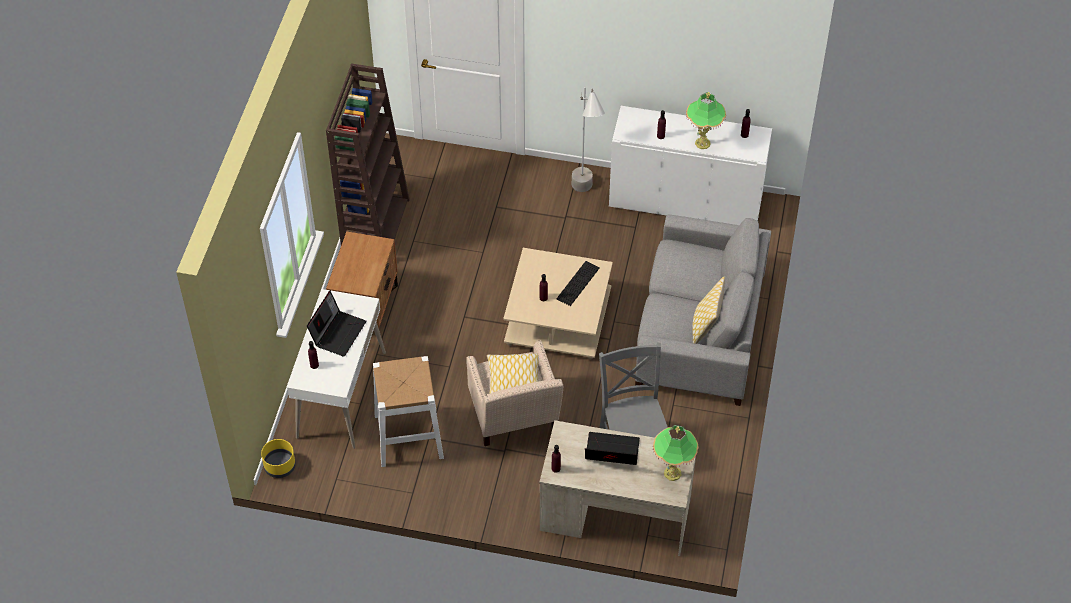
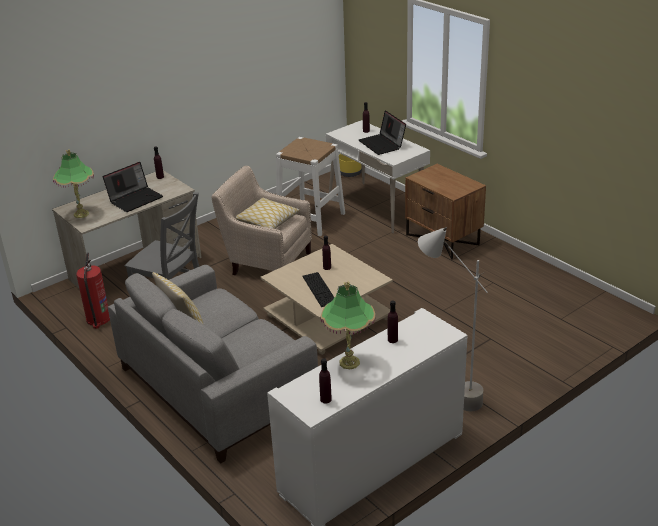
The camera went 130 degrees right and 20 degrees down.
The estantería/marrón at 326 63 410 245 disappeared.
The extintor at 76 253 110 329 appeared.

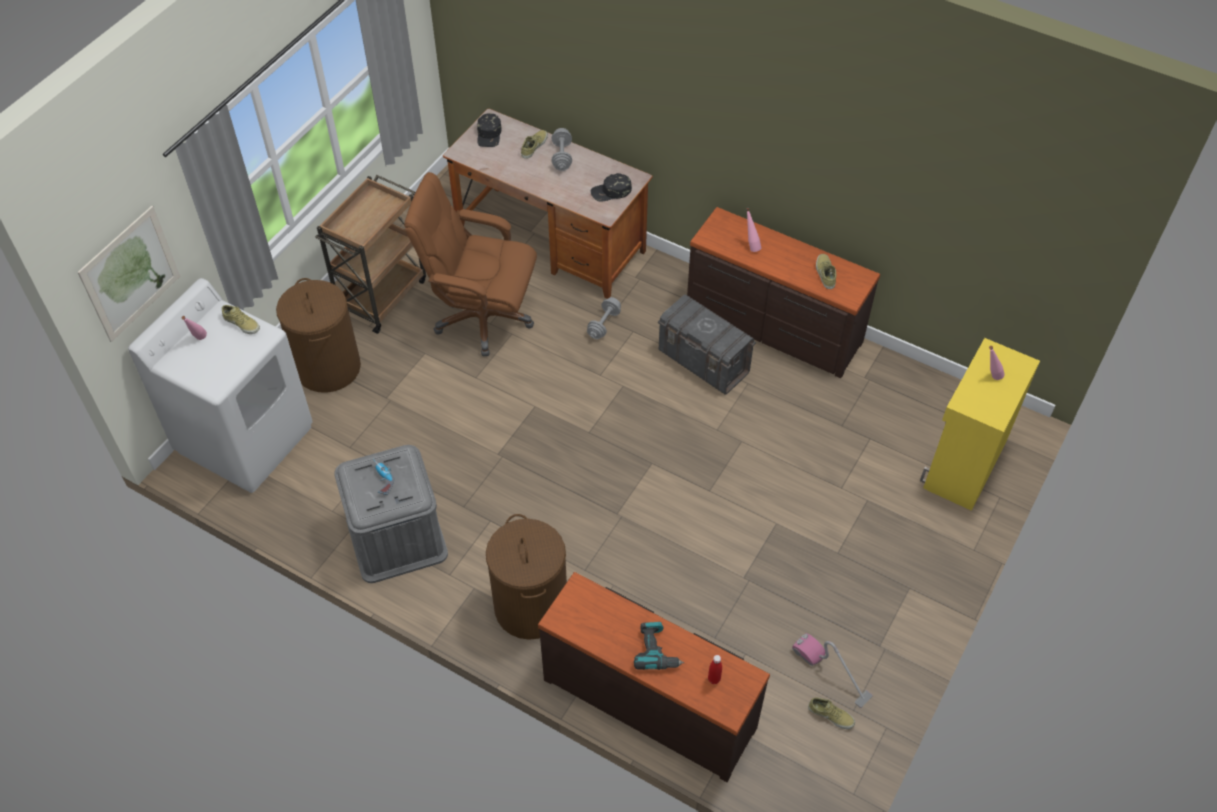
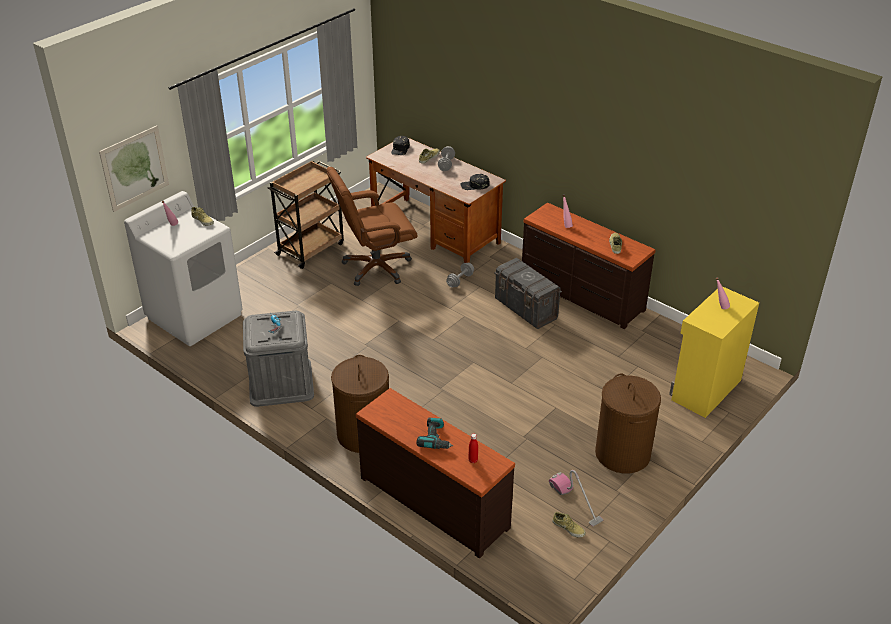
The camera went 10 degrees right and 15 degrees down.
The cesto de la ropa/marrón moved from 276 278 361 393 to 595 374 661 474.
The silla de oficina/marrón at 404 172 537 356 turned 45 degrees counterclockwise.

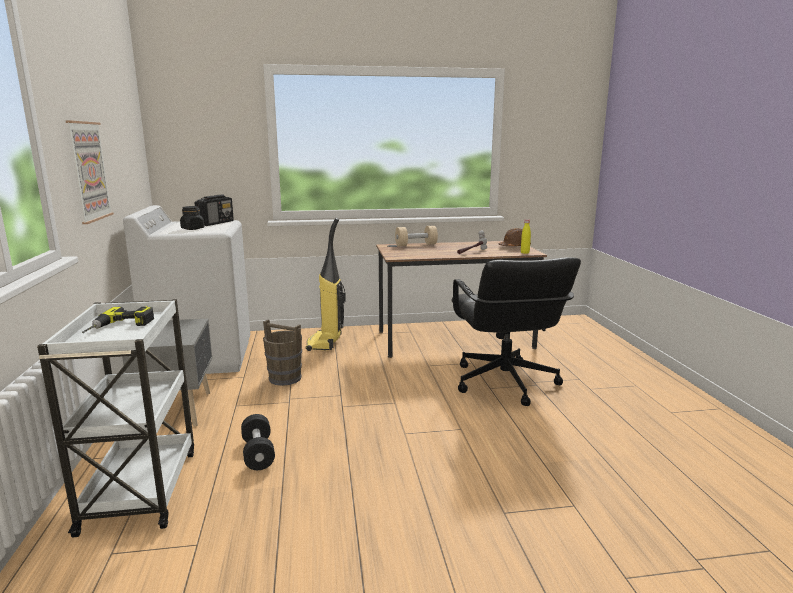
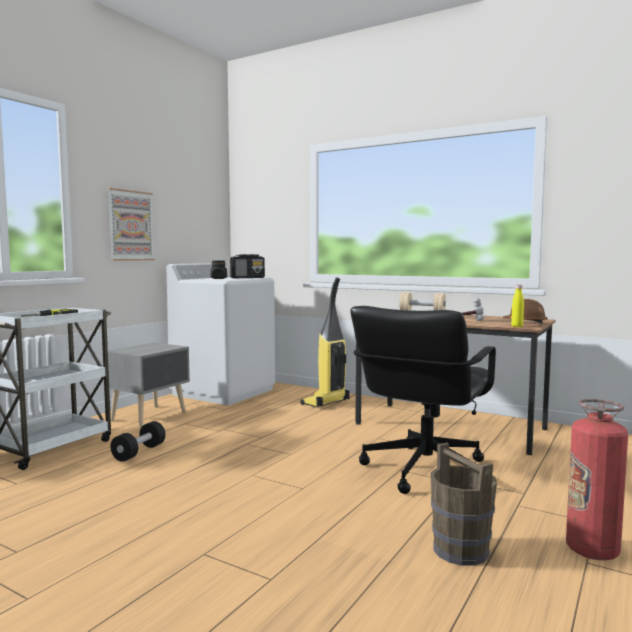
The camera went 40 degrees right and 10 degrees down.
The cubo/marrón moved from 263 320 302 386 to 431 443 497 566.
The extintor at 566 399 628 560 appeared.

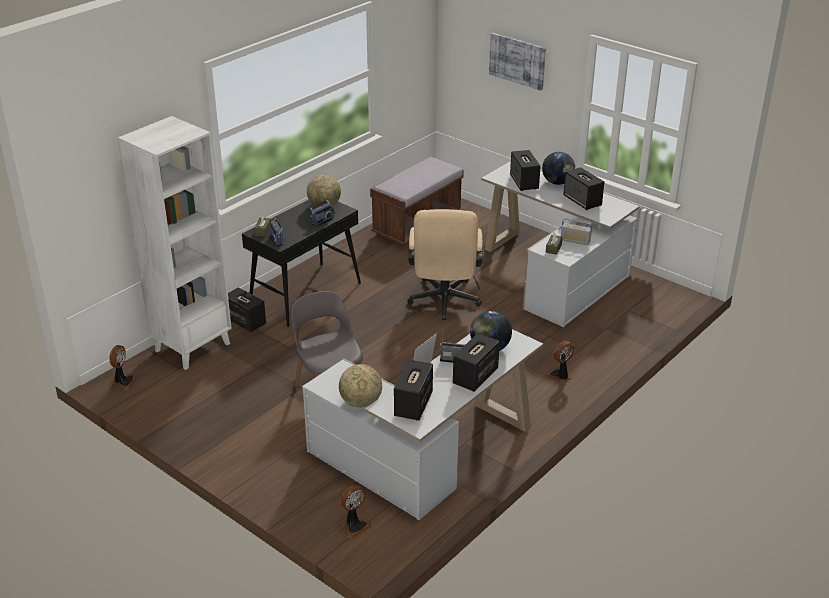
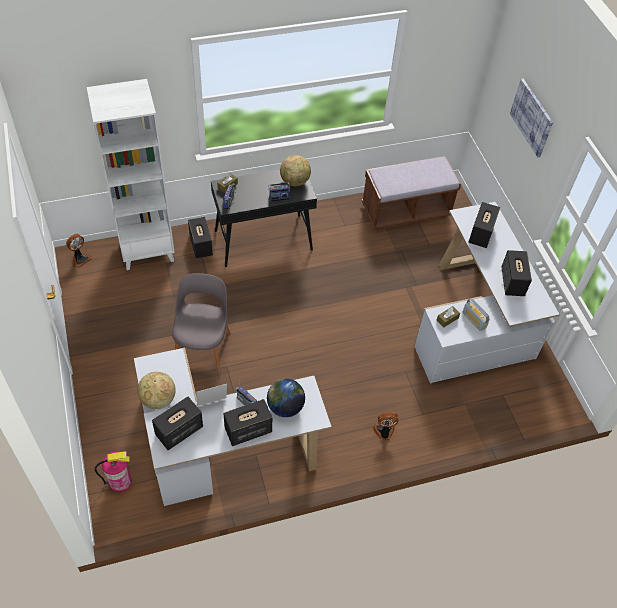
The camera went 30 degrees right and 20 degrees up.
The ventilador at 340 485 371 538 was replaced by the extintor at 95 451 132 492.
The silla de oficina/beis at 407 209 483 320 disappeared.
The globo terráqueo at 542 152 575 185 disappeared.

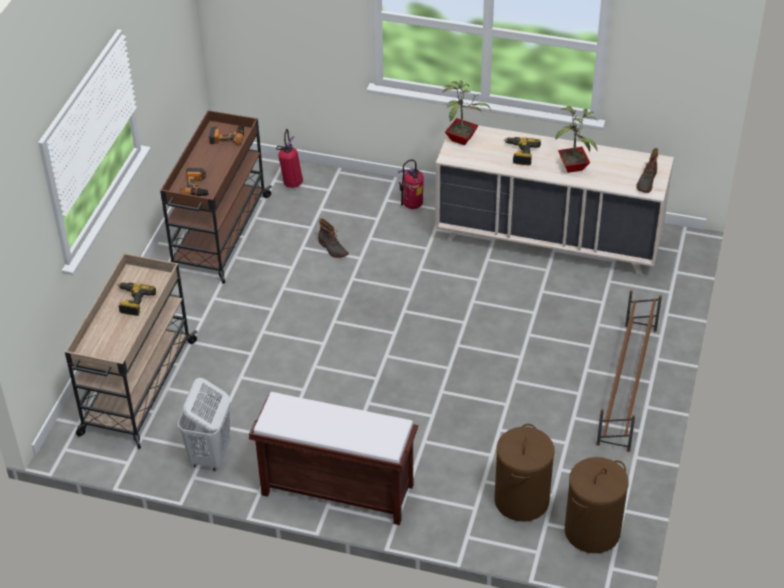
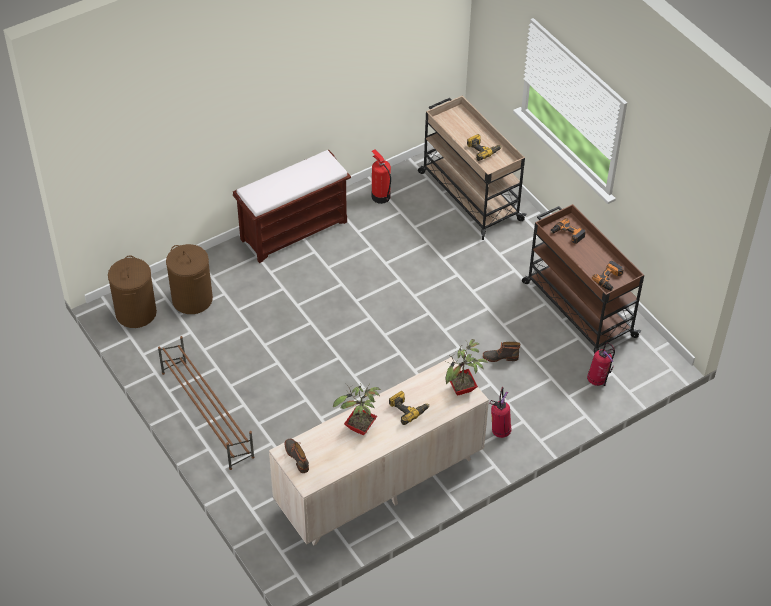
The camera went 130 degrees right and 5 degrees up.
The cesto de la ropa/blanco at 178 378 231 471 was replaced by the extintor at 372 149 391 204.

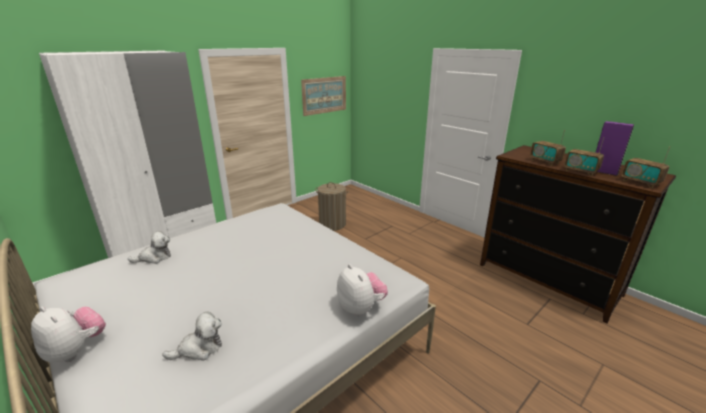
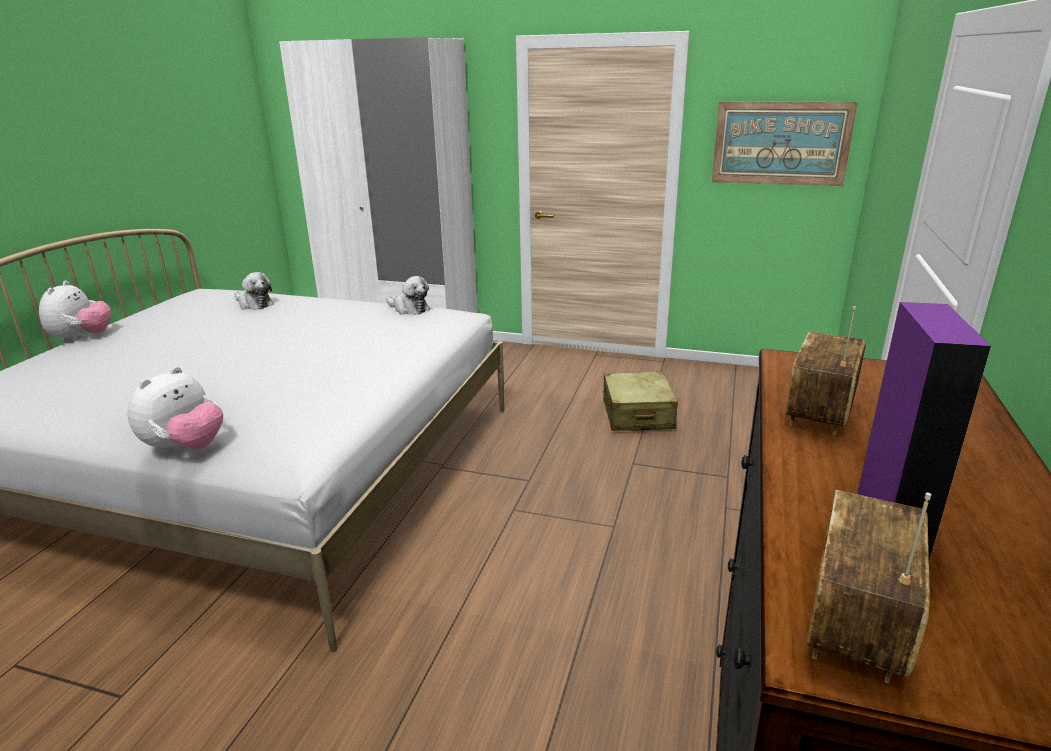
The camera went 60 degrees right and 0 degrees up.
The peluche moved from 162 312 222 361 to 386 276 430 315.
The cesto de la ropa at 315 182 349 231 was replaced by the maleta/beis at 602 371 678 431.
The radio at 564 137 604 176 disappeared.

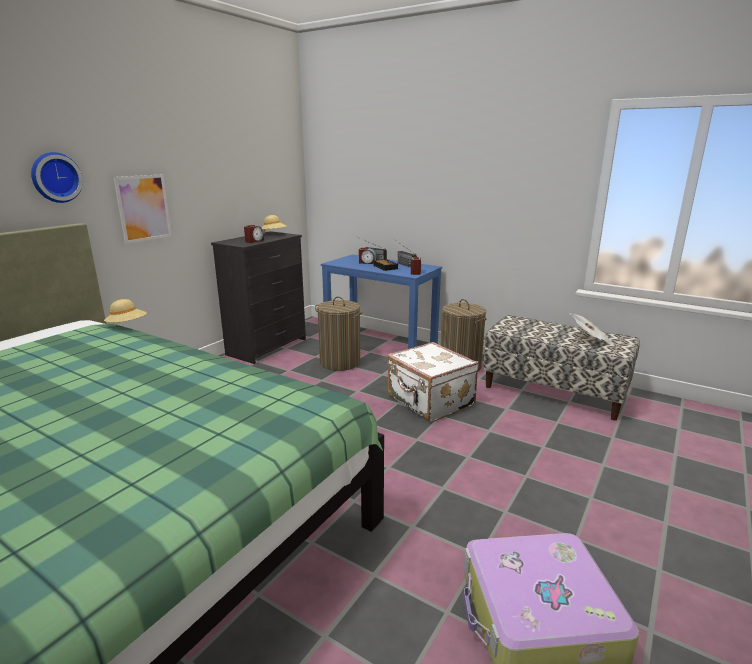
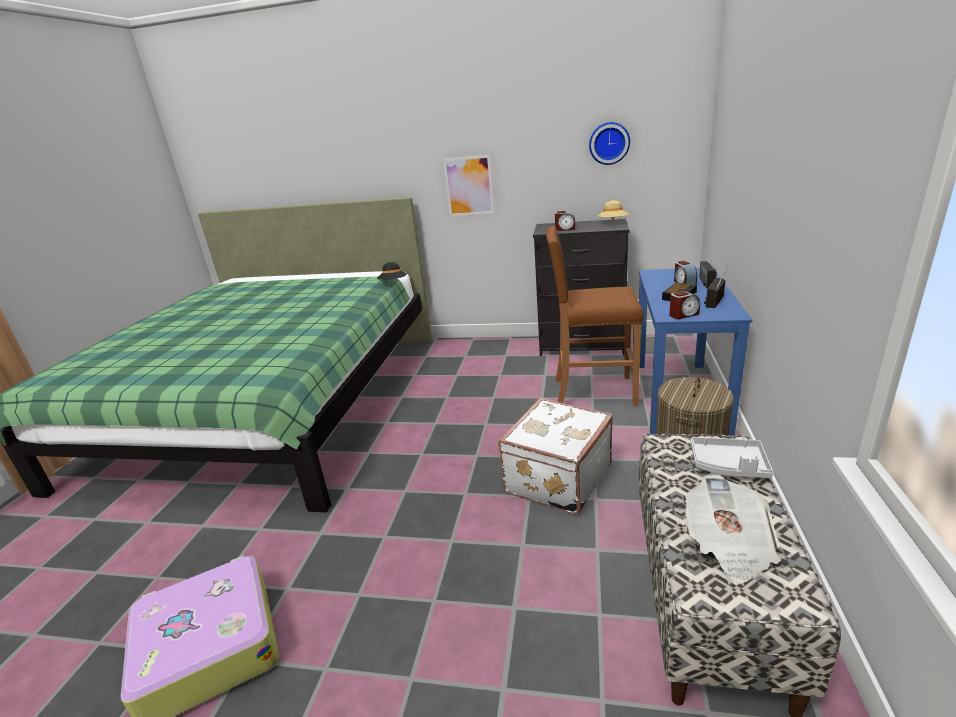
The camera went 70 degrees right and 5 degrees up.
The reloj de pared moved from 31 152 83 203 to 589 122 630 165.
The sombrero/beis at 104 299 147 323 became the sombrero/negro at 377 262 407 280.
The cesto de la ropa at 315 296 362 371 was replaced by the taburete/marrón at 546 226 644 407.
The bandeja/gris at 691 437 773 478 appeared.

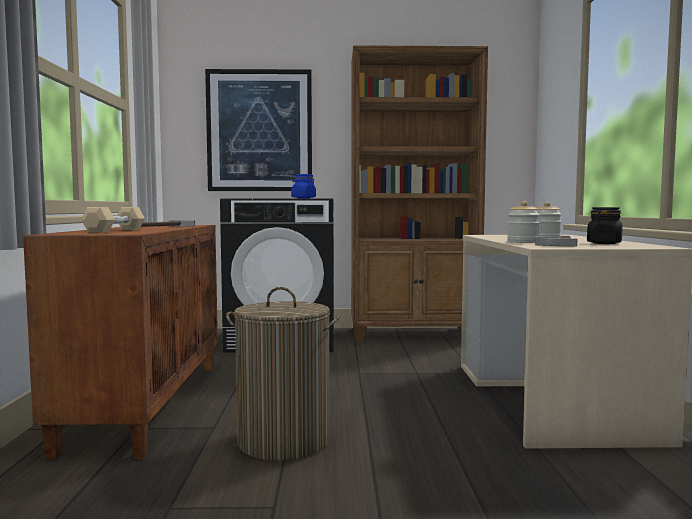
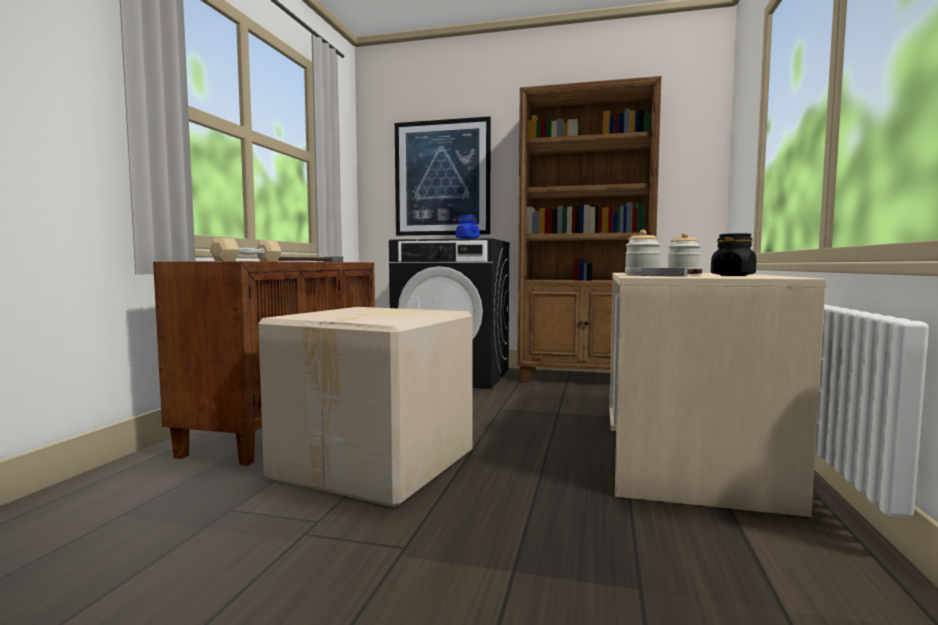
The camera went 15 degrees right and 0 degrees up.
The cesto de la ropa at 226 287 341 461 was replaced by the caja de cartón at 258 307 473 508.

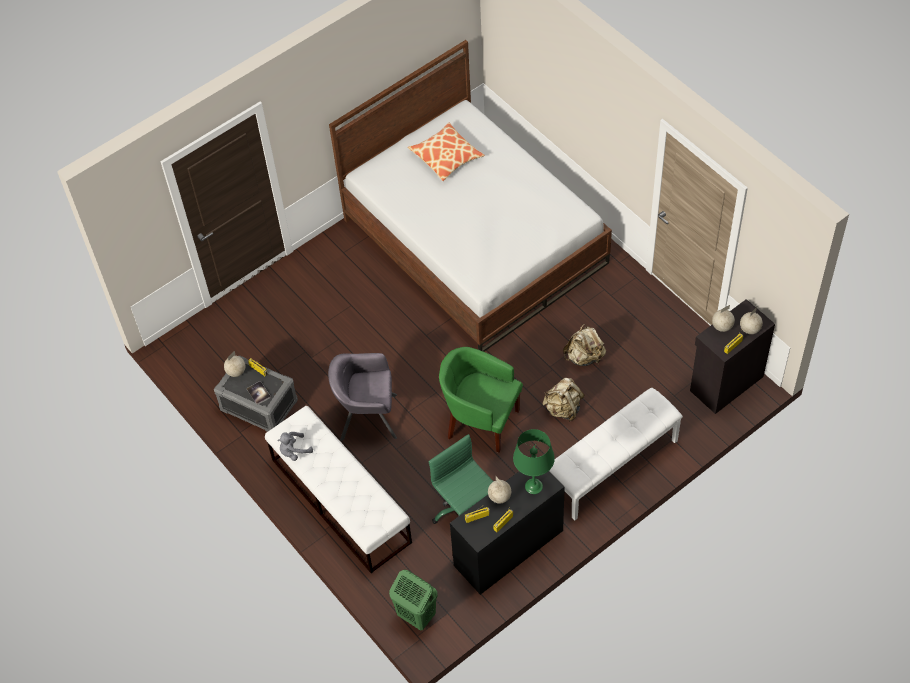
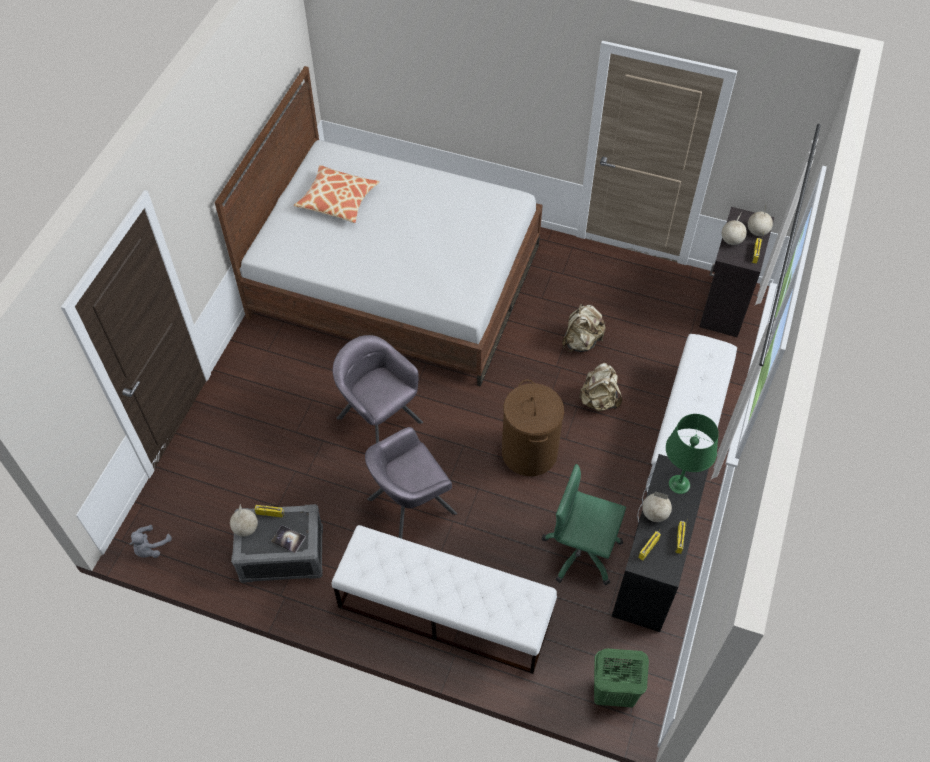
The camera went 35 degrees left and 0 degrees up.
The peluche/gris moved from 277 432 313 461 to 130 525 172 558.
The sillón/verde at 439 347 523 453 was replaced by the cesto de la ropa/marrón at 502 380 564 476.
The sillón/gris at 333 335 423 443 appeared.

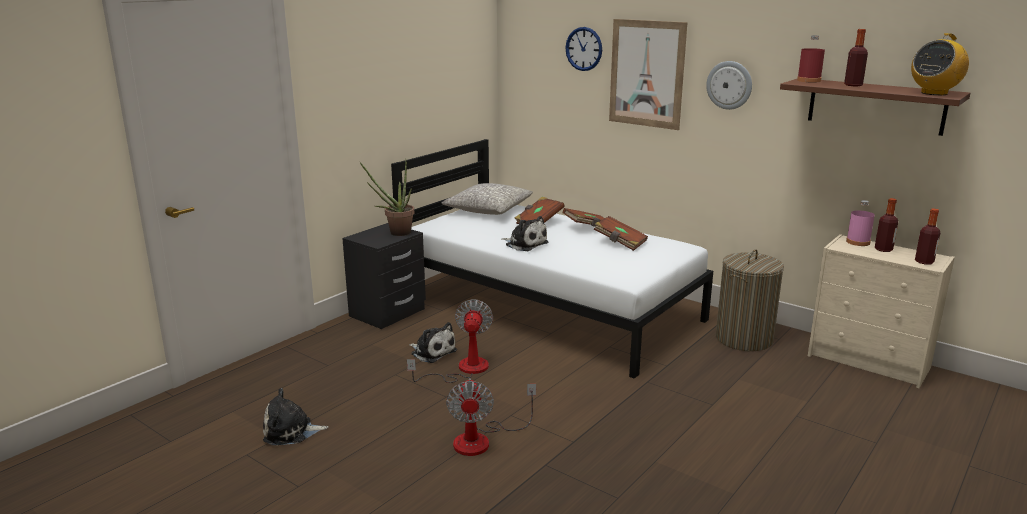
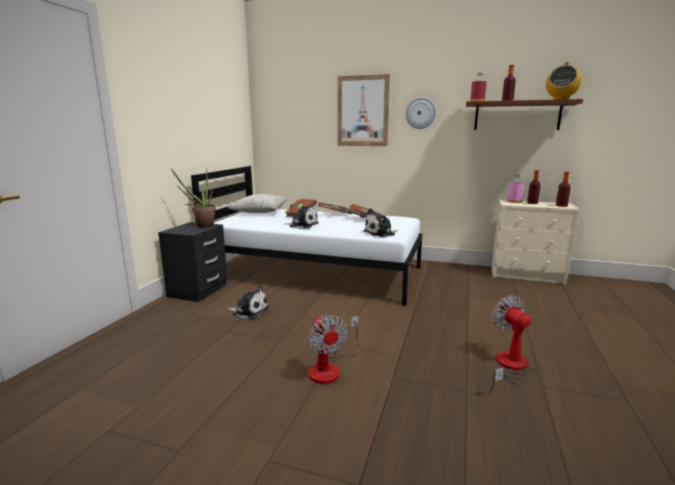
The camera went 20 degrees left and 5 degrees down.
The peluche moved from 263 388 328 445 to 363 208 398 237.
The ventilador moved from 407 299 493 383 to 487 295 531 391.
The reloj de pared at 566 27 602 71 disappeared.
The cesto de la ropa at 716 249 784 351 disappeared.

